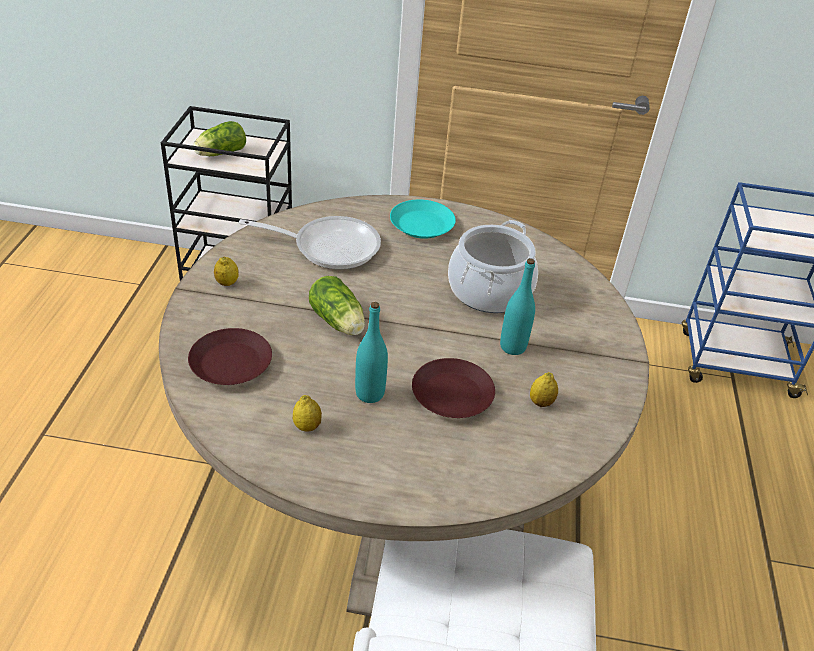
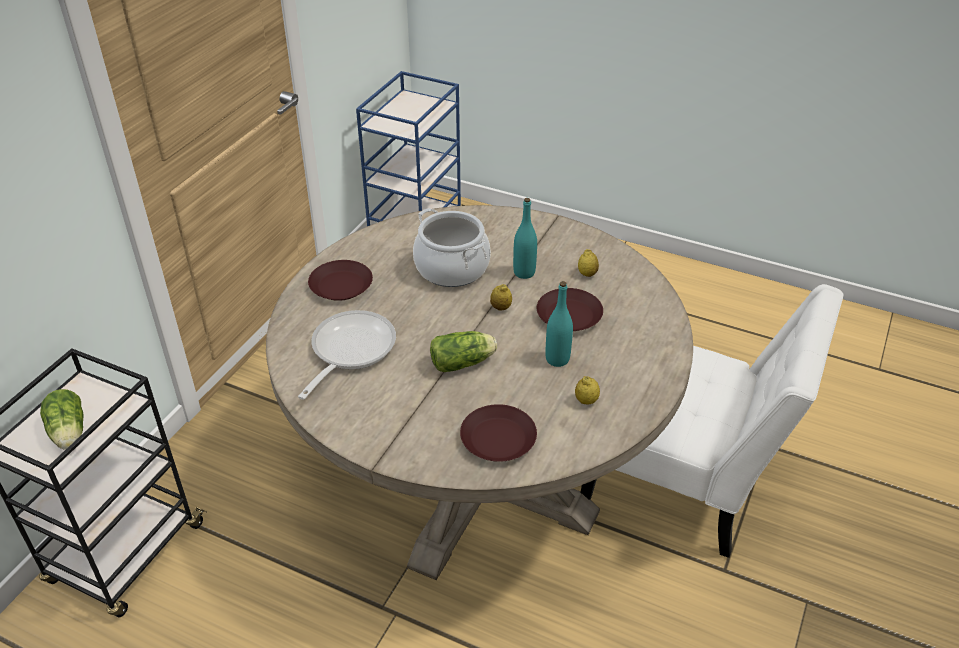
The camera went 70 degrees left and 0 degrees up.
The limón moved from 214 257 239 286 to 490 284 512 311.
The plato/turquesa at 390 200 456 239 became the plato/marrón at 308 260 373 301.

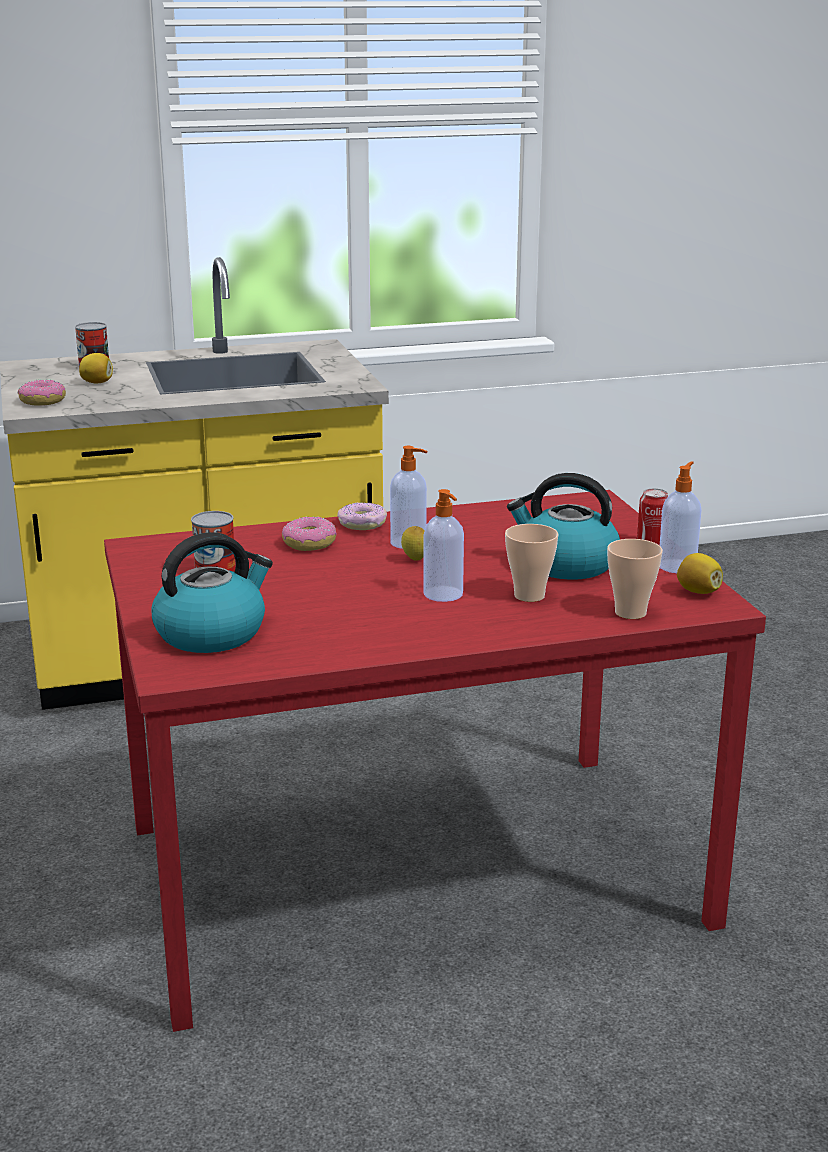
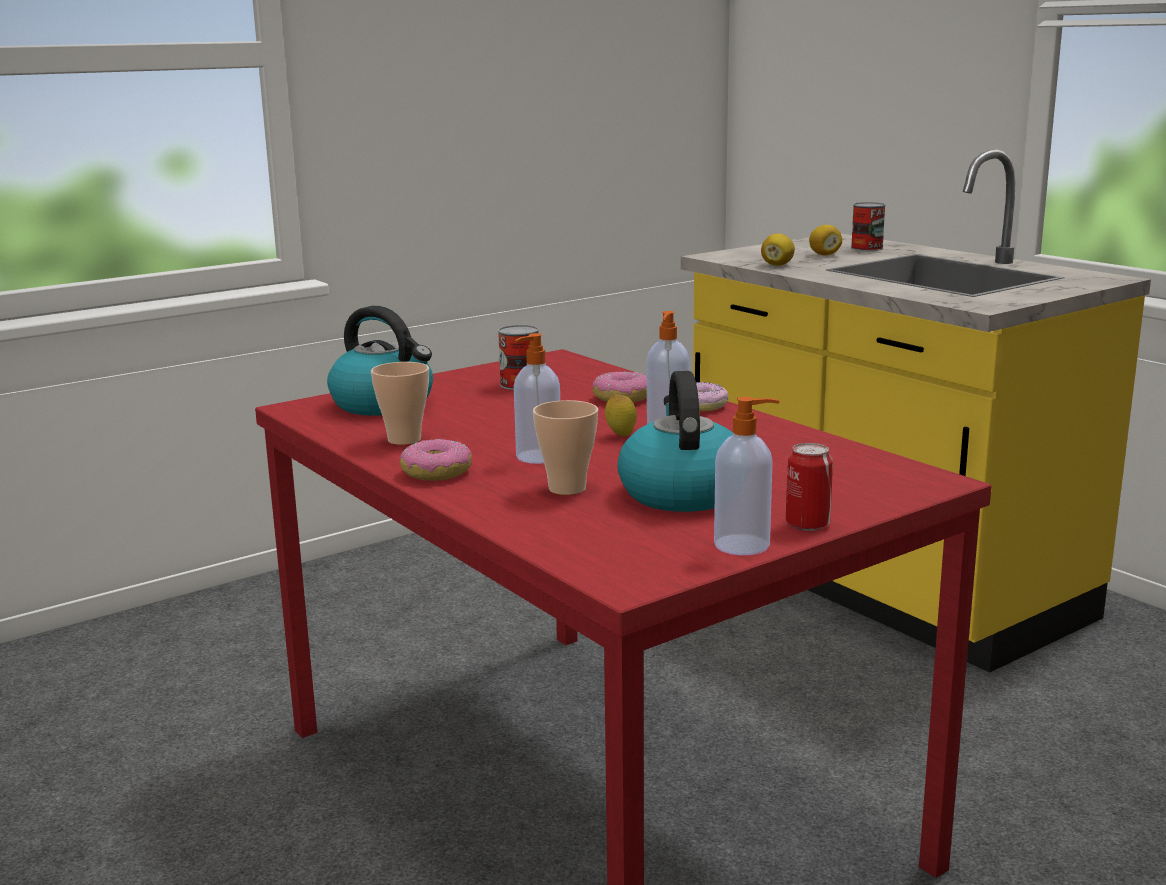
The camera went 70 degrees right and 5 degrees down.
The rosquilla moved from 18 380 66 406 to 399 439 472 481.
The taza moved from 607 539 663 619 to 371 362 429 445.
The limón moved from 677 553 723 594 to 761 234 795 266.

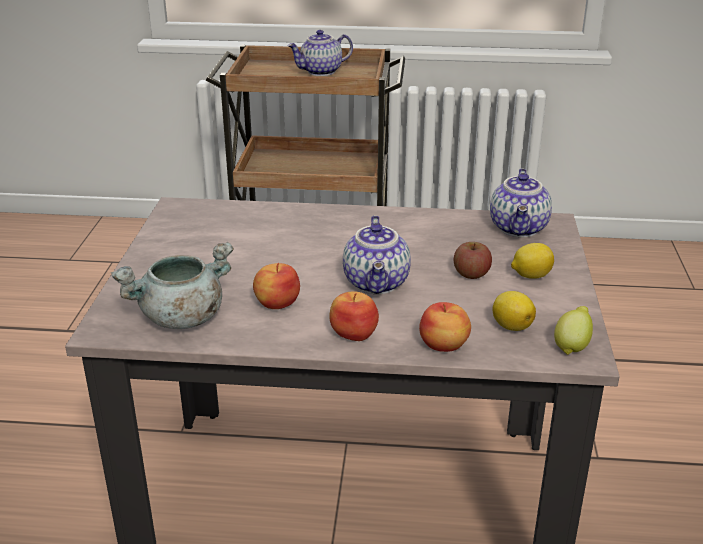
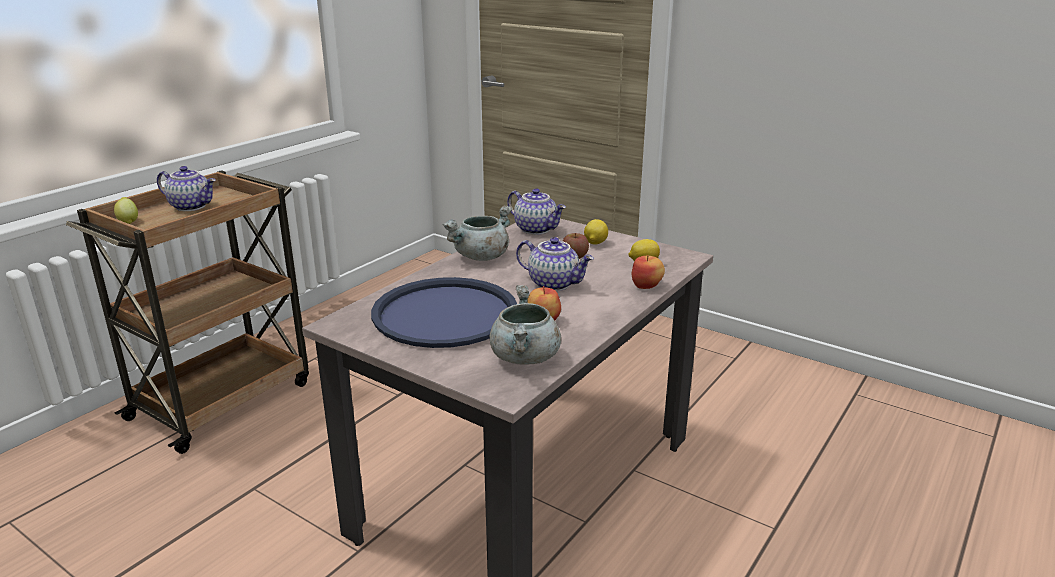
The camera went 60 degrees left and 5 degrees down.
The tetera at 287 30 353 76 turned 75 degrees counterclockwise.
The manzana at 329 291 379 341 disappeared.
The limón moved from 554 306 593 355 to 114 197 138 224.
The bandeja/azul at 371 277 517 348 appeared.
The olla/gris at 443 206 513 261 appeared.

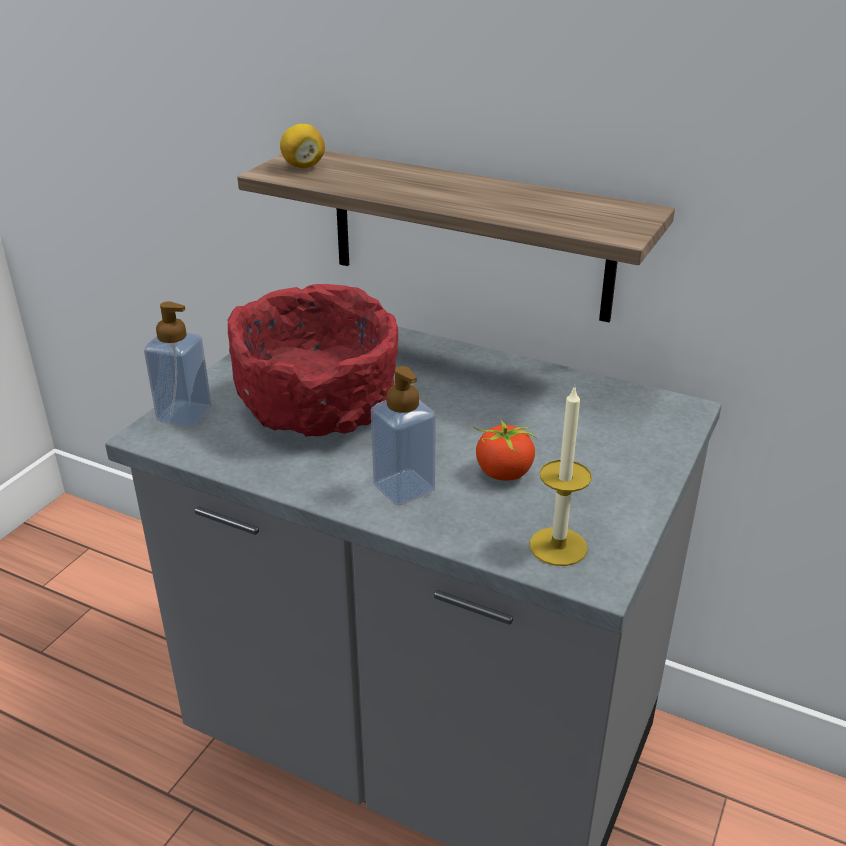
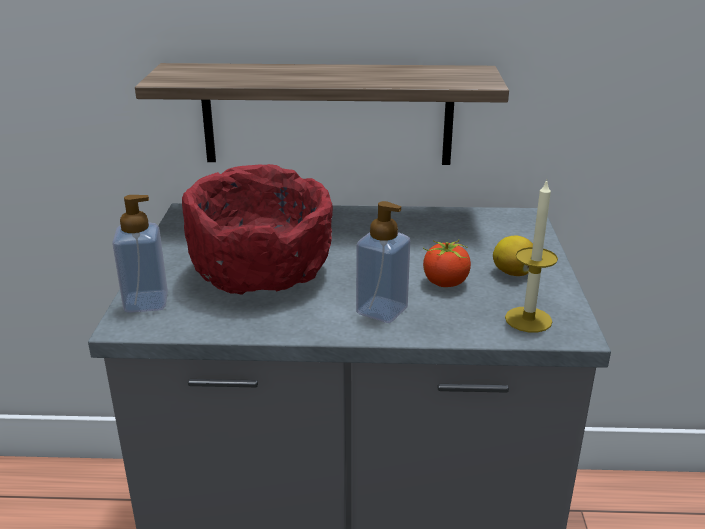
The camera went 25 degrees left and 5 degrees down.
The limón moved from 280 124 325 168 to 493 236 533 276.

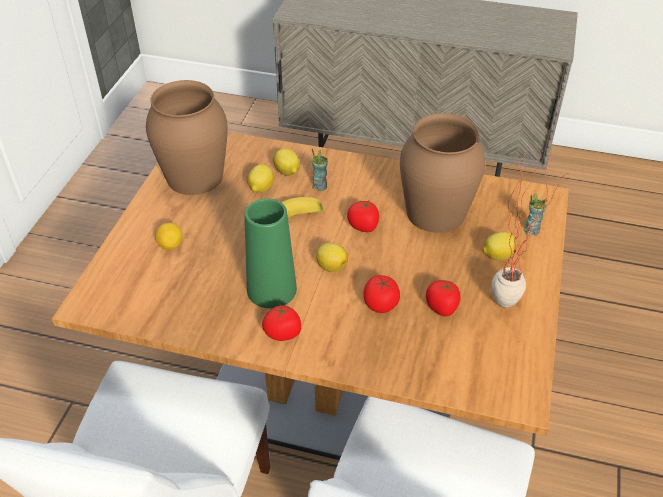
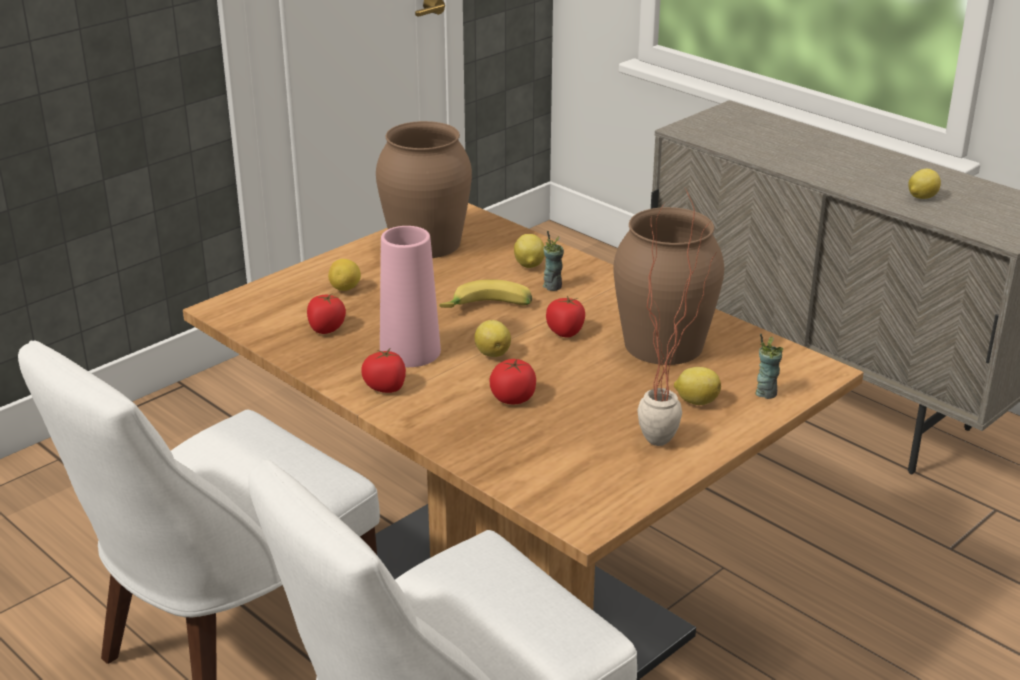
The camera went 30 degrees right and 15 degrees down.
The florero/verde at 244 199 297 308 became the florero/rosa at 380 226 441 367.
The limón moved from 247 164 274 193 to 908 169 941 199.
The tomate moved from 426 280 461 316 to 307 294 346 334.

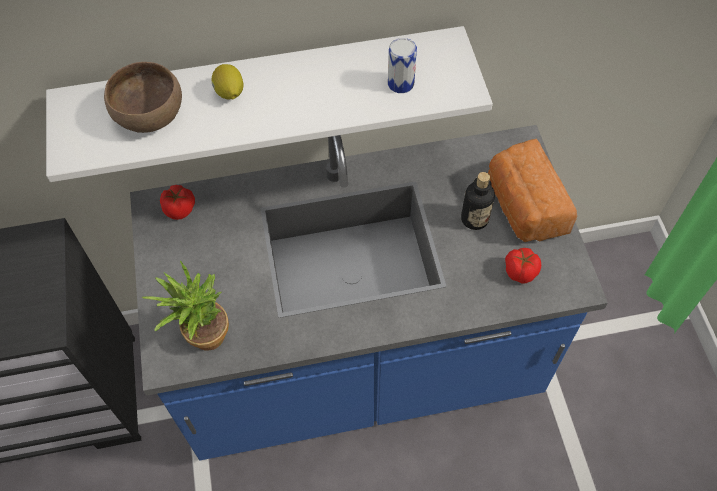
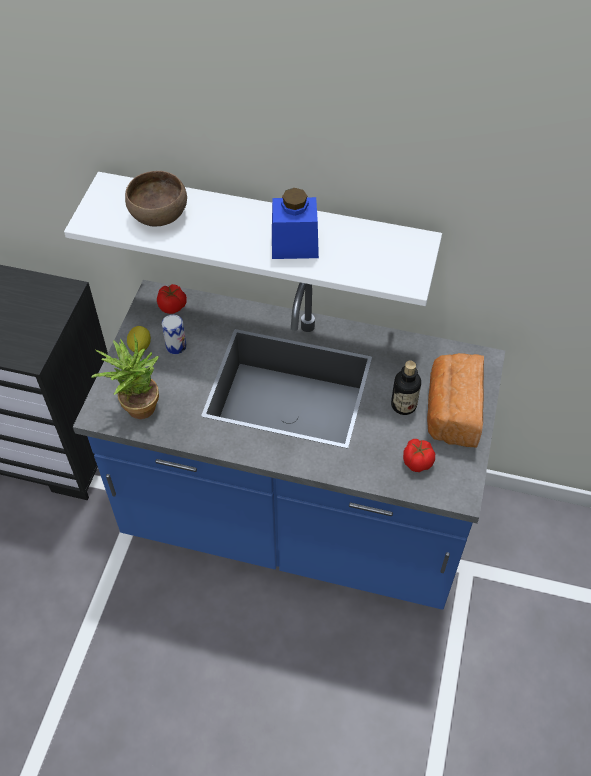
The camera went 25 degrees right and 5 degrees down.
The limón moved from 212 64 244 99 to 127 326 151 353.
The lata moved from 388 38 417 93 to 162 315 187 354.
The tarro/azul at 272 188 319 259 appeared.

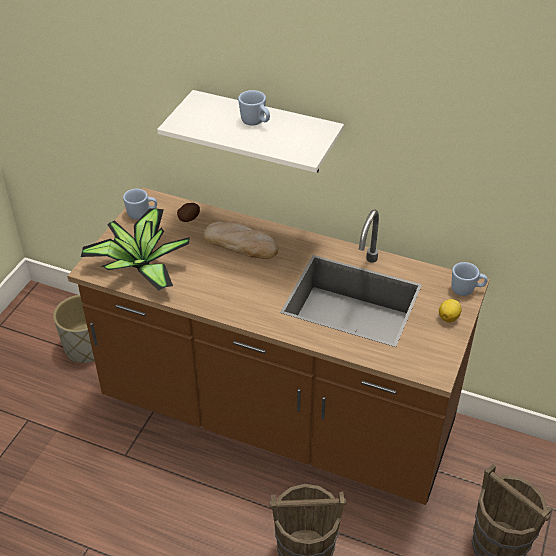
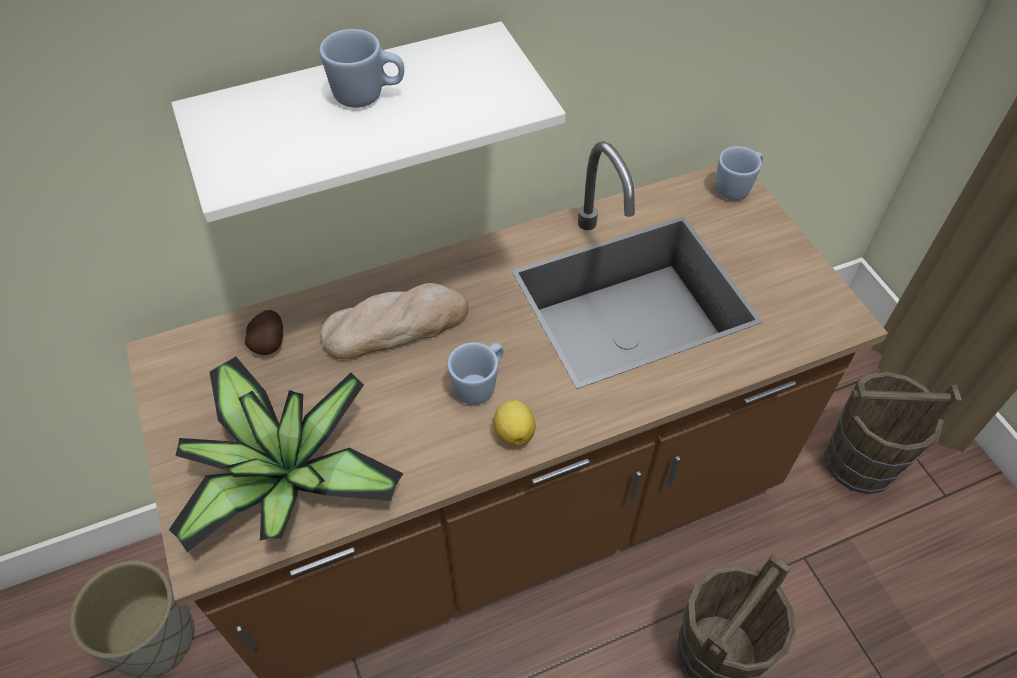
The camera went 45 degrees left and 10 degrees up.
The taza grande/azul moved from 123 189 157 219 to 447 342 504 405.
The limón moved from 439 299 462 323 to 494 400 536 446.

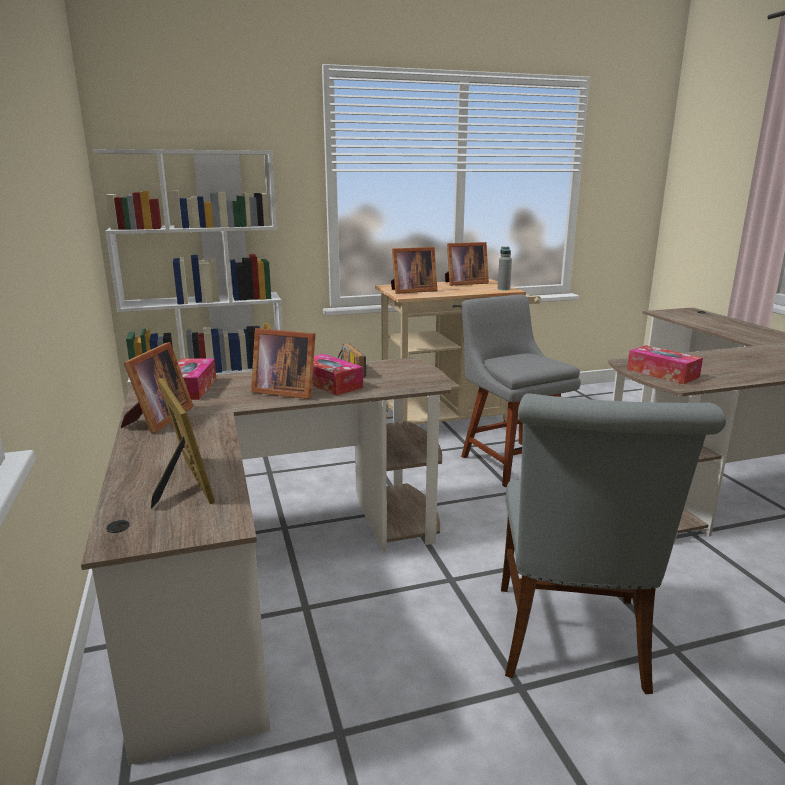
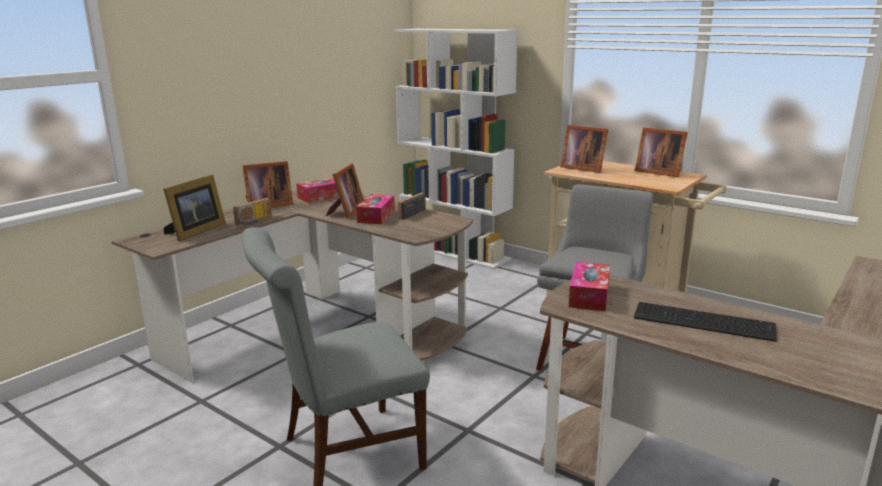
The camera went 55 degrees right and 0 degrees up.
The portarretratos at 251 328 316 399 turned 150 degrees counterclockwise.
The botella/gris at 498 246 512 290 disappeared.
The radio at 233 198 272 225 appeared.
The teclado at 634 302 777 342 appeared.

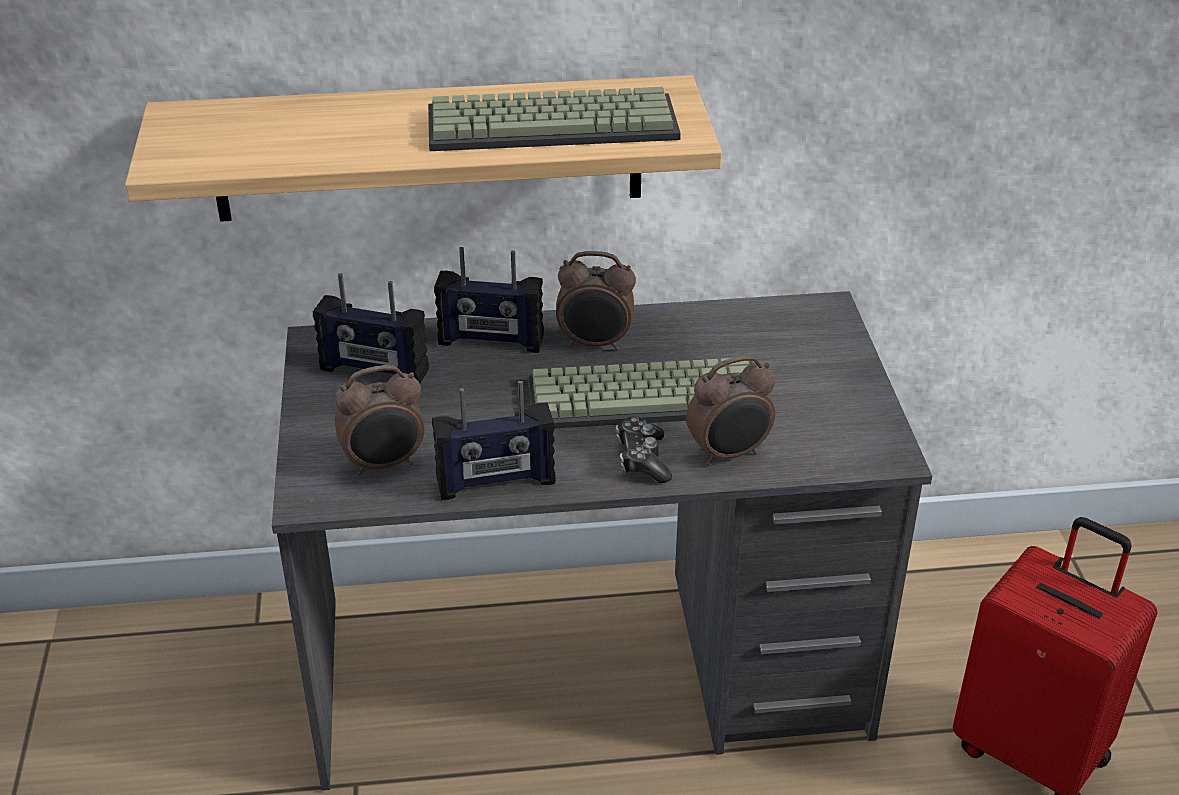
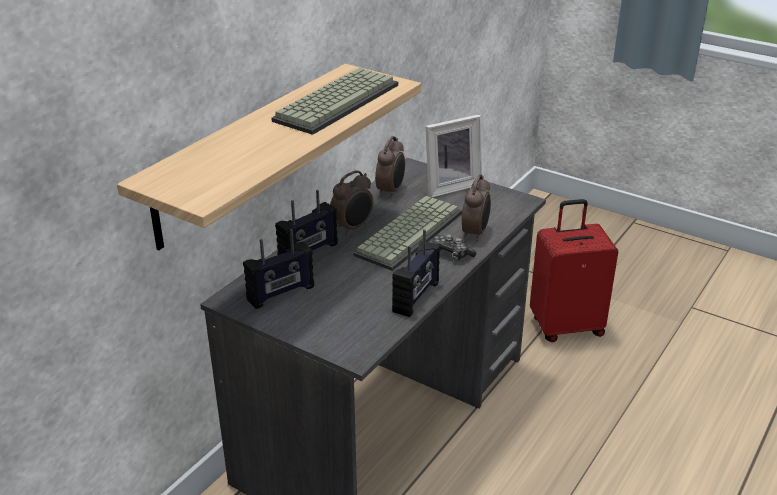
The camera went 50 degrees left and 5 degrees down.
The despertador moved from 335 365 424 476 to 375 136 405 198.
The portarretratos at 425 115 482 198 appeared.

